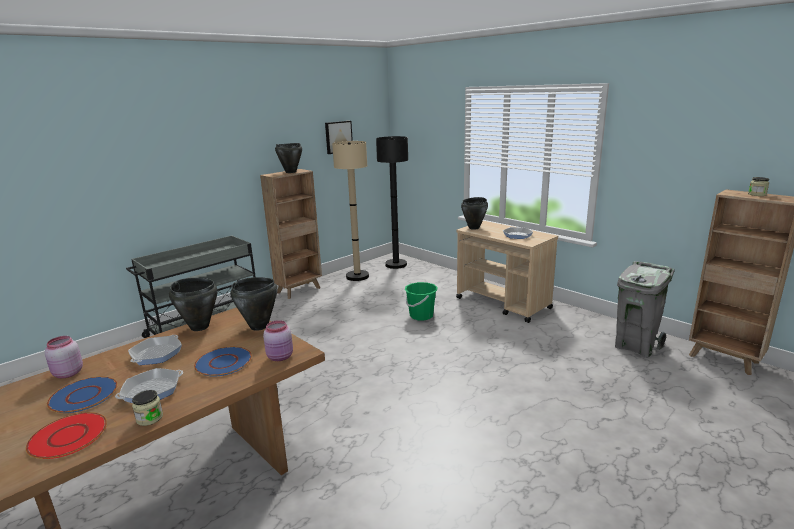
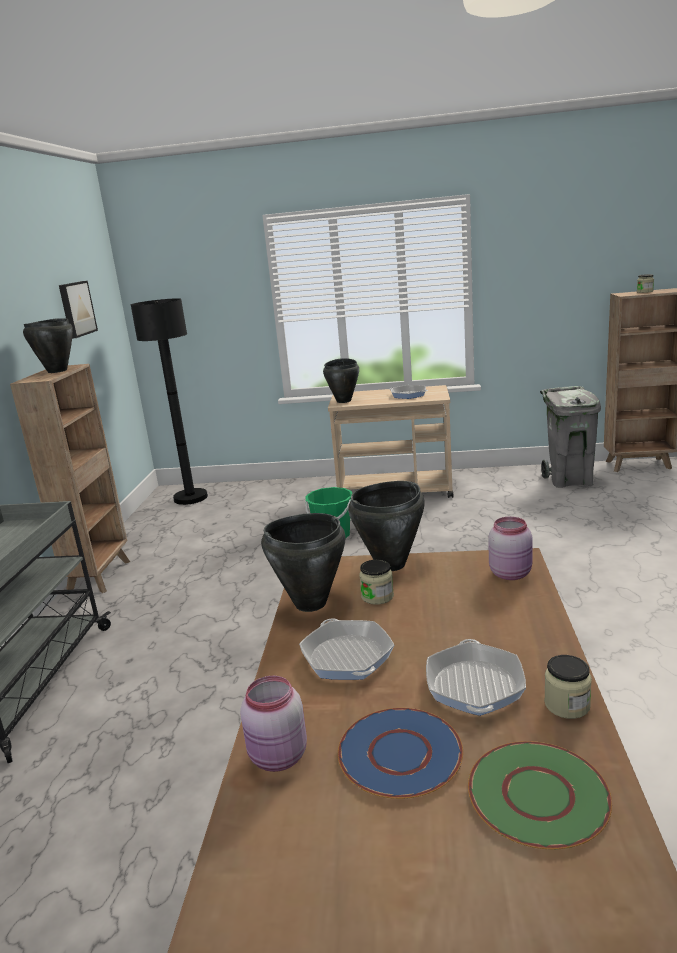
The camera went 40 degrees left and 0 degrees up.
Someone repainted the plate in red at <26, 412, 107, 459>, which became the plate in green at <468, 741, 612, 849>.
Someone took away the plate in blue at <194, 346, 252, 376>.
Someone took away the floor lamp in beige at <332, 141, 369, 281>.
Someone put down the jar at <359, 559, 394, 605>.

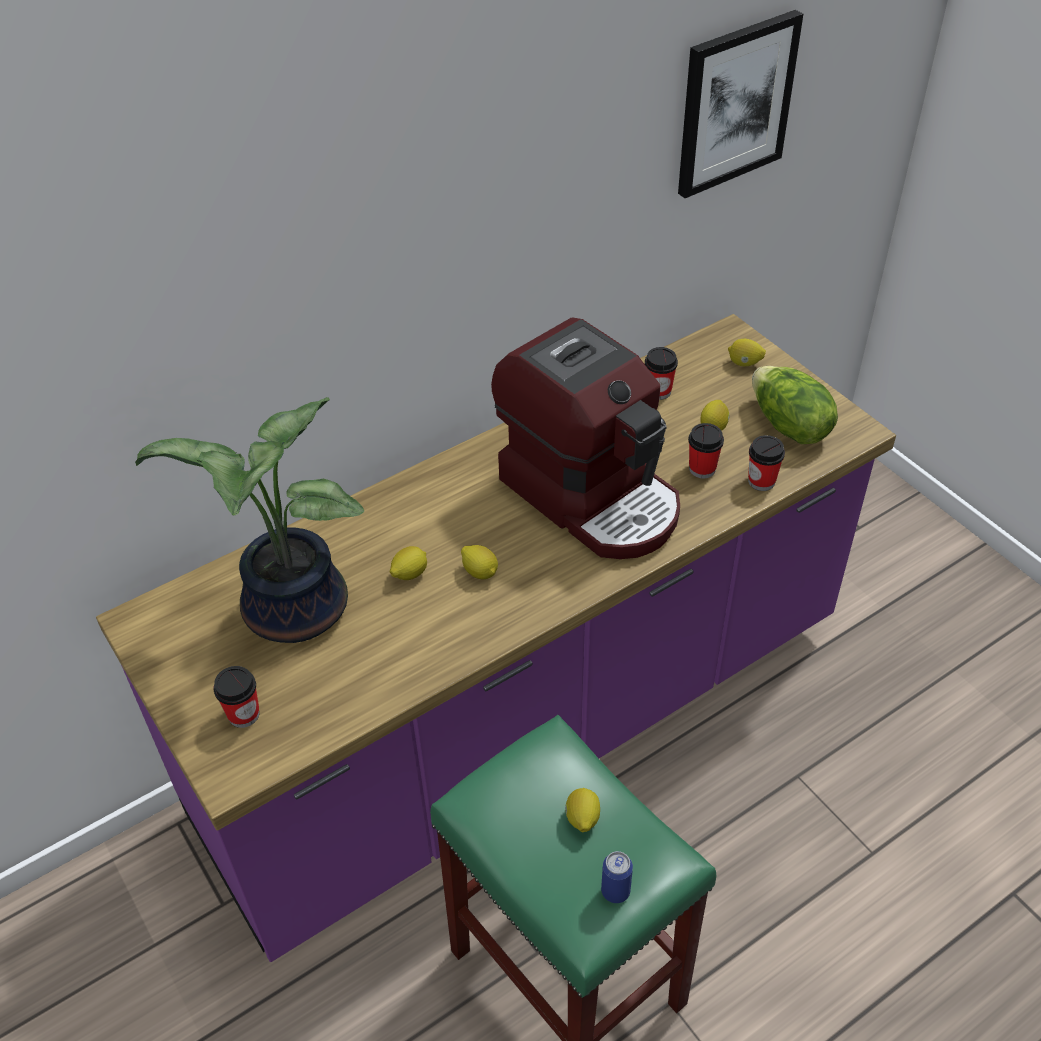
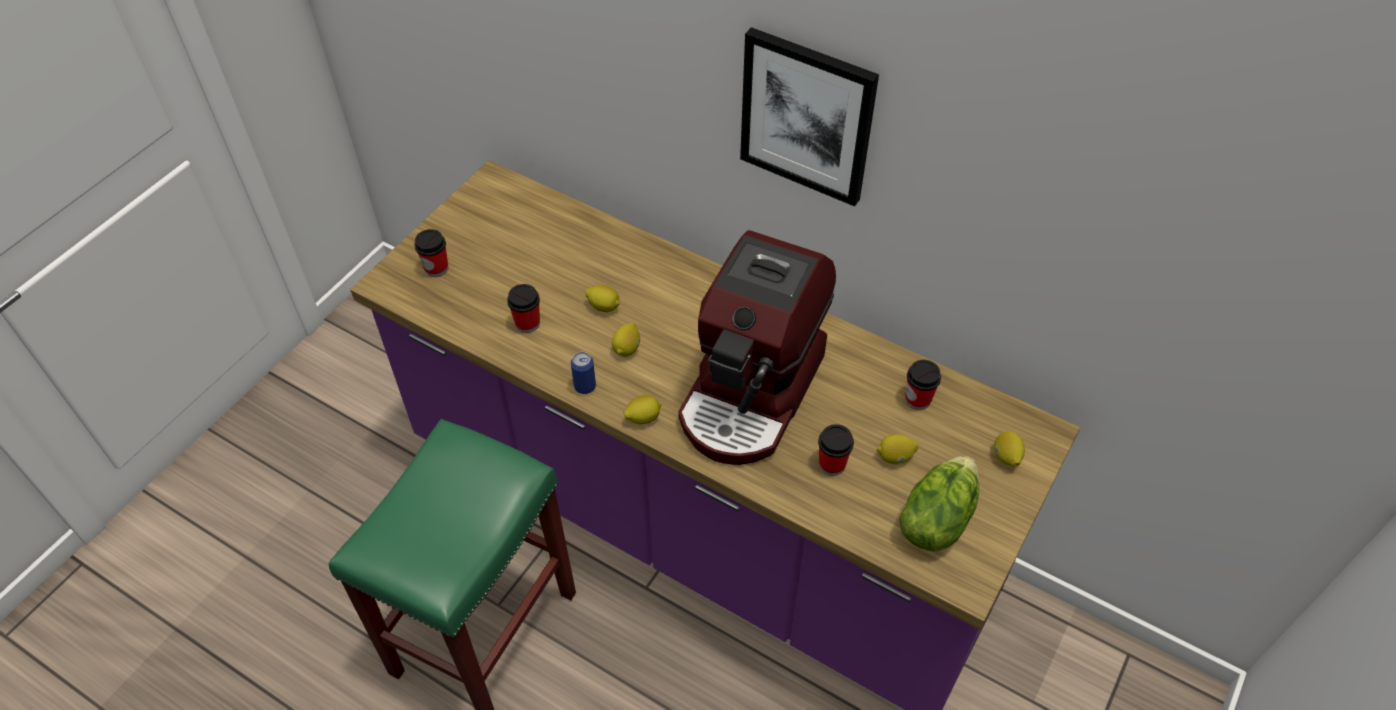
The camera went 65 degrees right and 5 degrees up.
Someone took away the potted plant at <135, 397, 364, 643>.
Someone carried the lemon from <565, 788, 600, 832> to <623, 395, 662, 424>.
Someone carried the can from <601, 851, 633, 903> to <571, 351, 596, 394>.
Someone carried the picture from <678, 10, 803, 198> to <740, 27, 879, 207>.
Someone carried the cup from <748, 435, 785, 491> to <507, 284, 540, 333>.

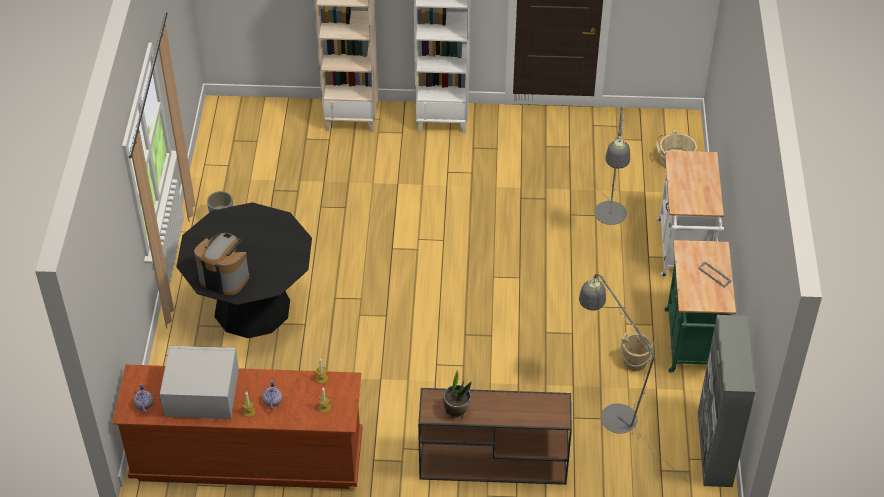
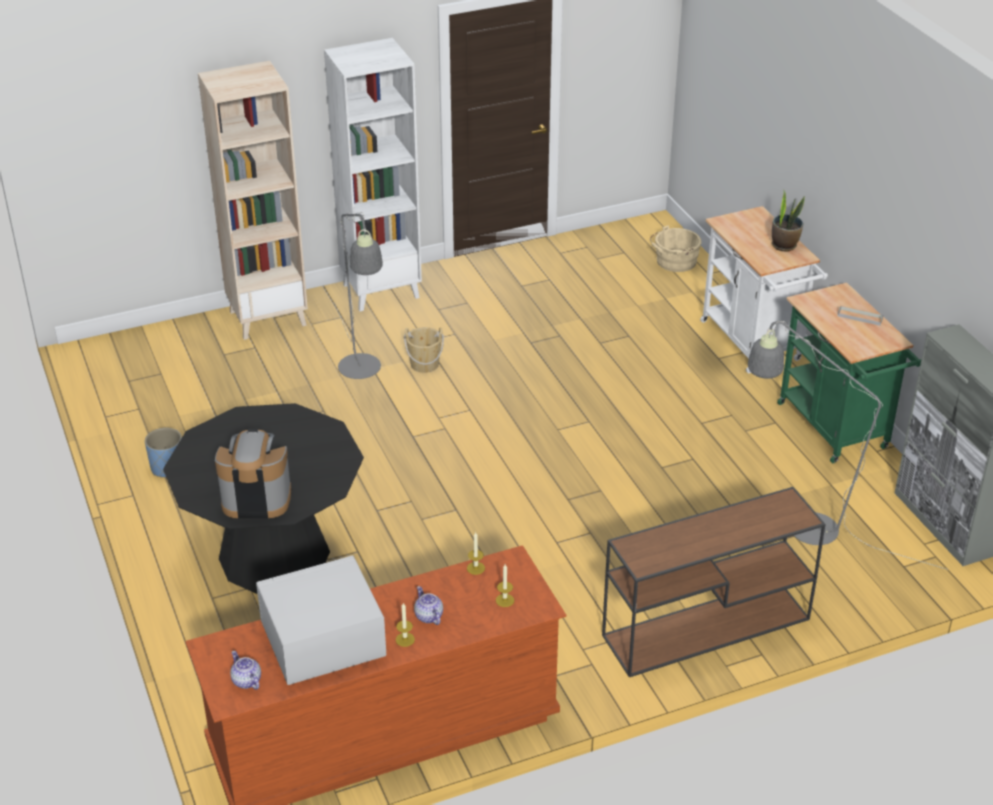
The camera went 25 degrees left and 10 degrees down.
Someone carried the potted plant from <443, 369, 471, 418> to <772, 190, 805, 251>.
Someone carried the floor lamp in grey from <594, 107, 630, 225> to <334, 212, 383, 379>.
Someone carried the bucket in beige from <621, 332, 654, 371> to <404, 327, 444, 373>.

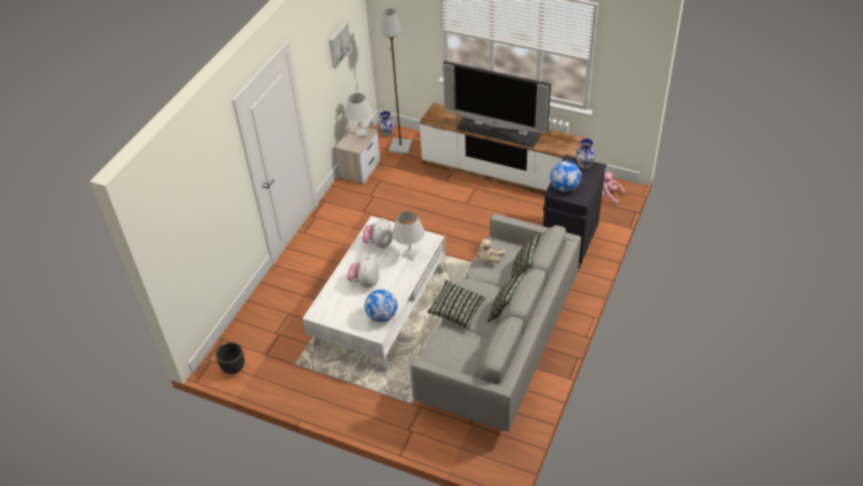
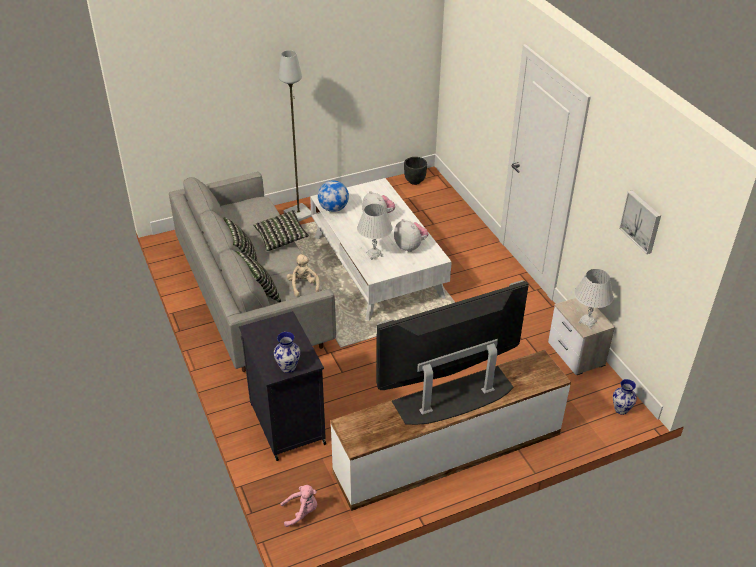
The camera went 130 degrees right and 5 degrees down.
Someone carried the floor lamp in grey from <381, 8, 412, 154> to <278, 50, 312, 222>.
Someone took away the globe at <550, 161, 581, 192>.

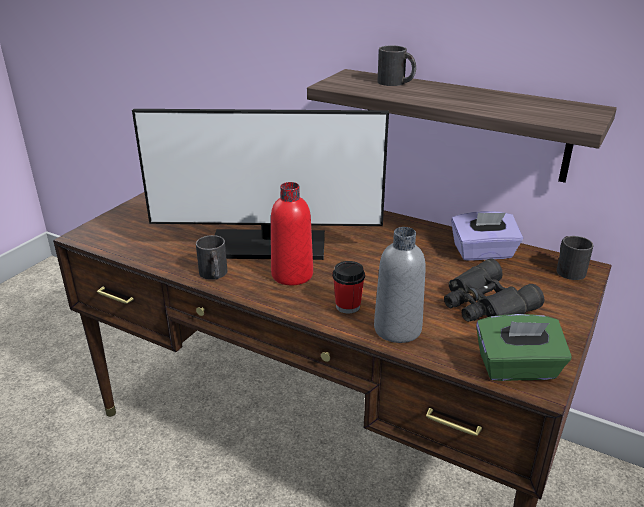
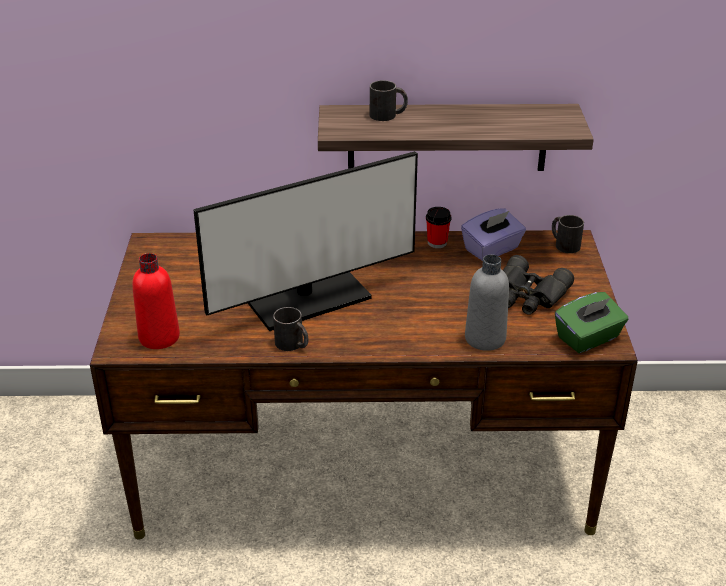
The camera went 30 degrees left and 5 degrees up.
Someone carried the bottle in red from <271, 182, 313, 285> to <132, 253, 180, 349>.
Someone carried the cup from <333, 261, 365, 314> to <426, 207, 452, 248>.

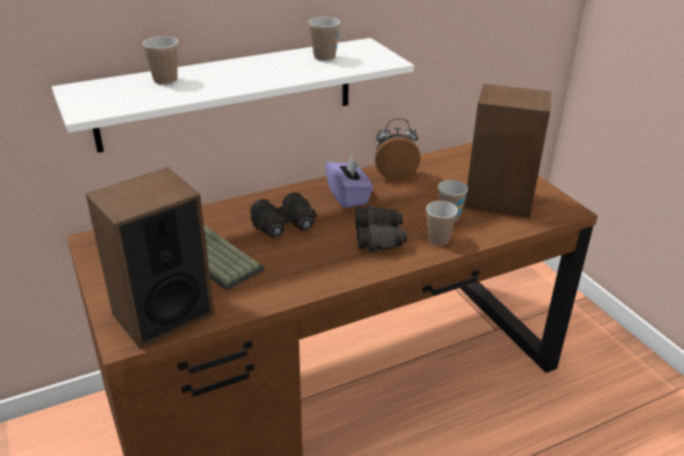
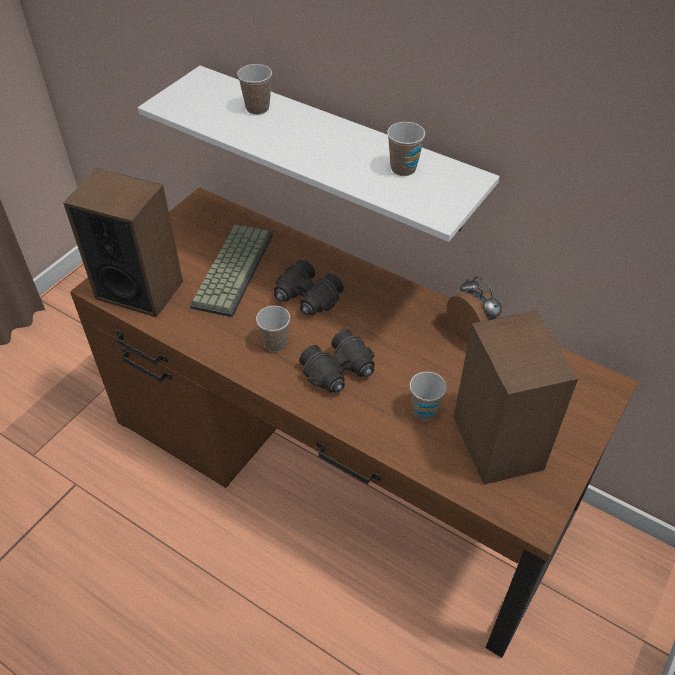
The camera went 60 degrees right and 15 degrees up.
Someone took away the tissue box in purple at <325, 154, 373, 208>.
Someone carried the cup from <426, 201, 458, 245> to <256, 306, 290, 352>.

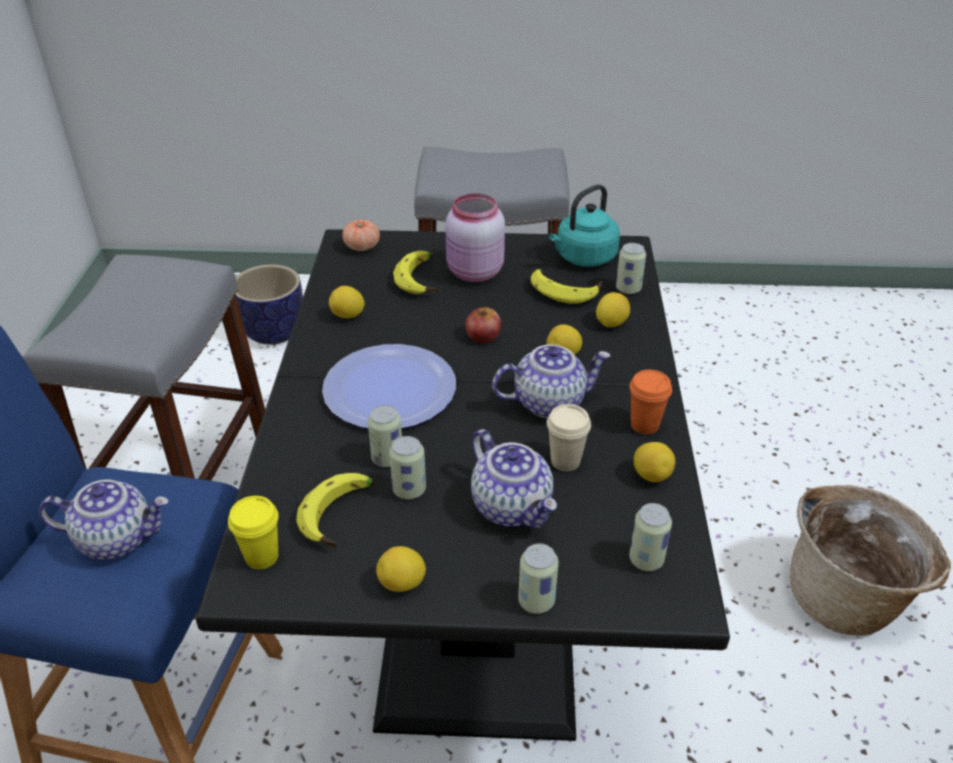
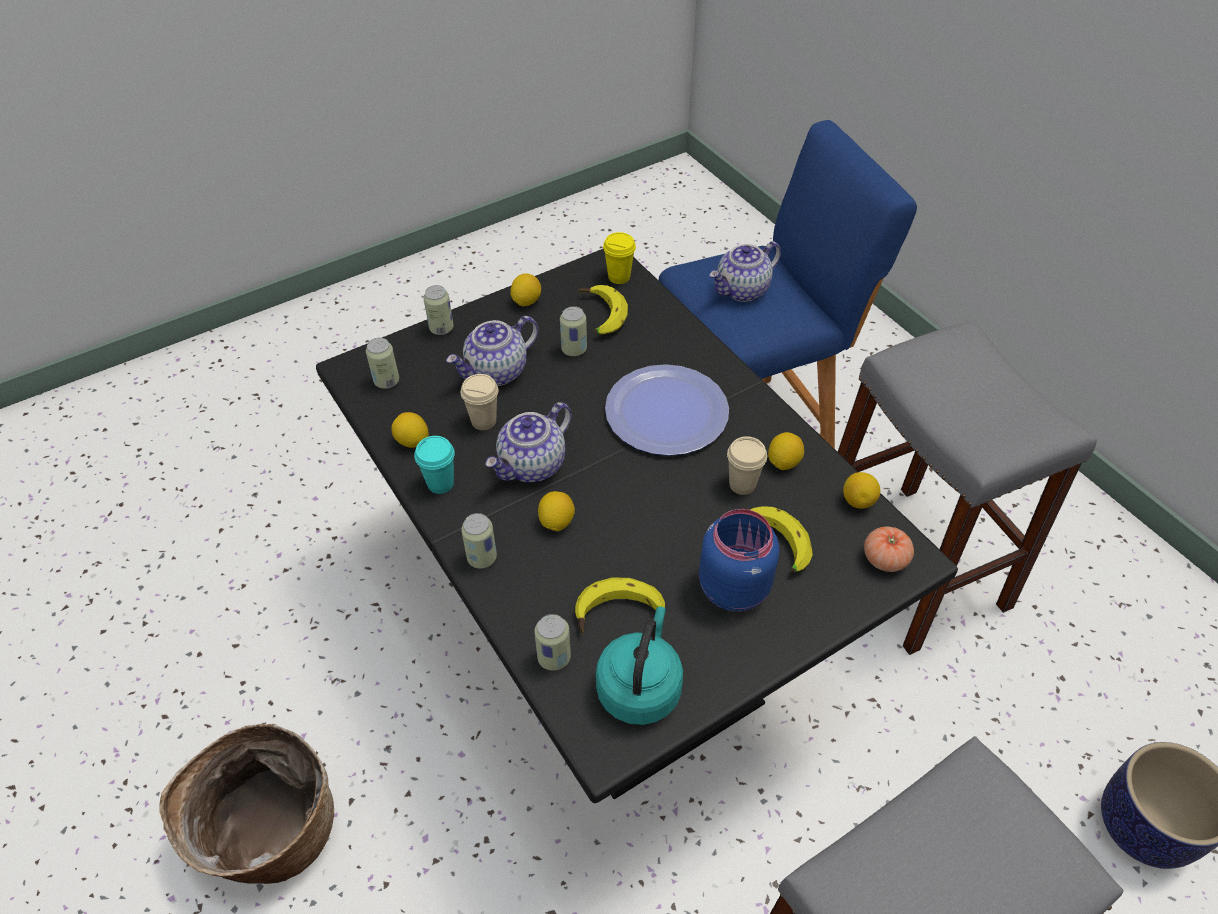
The camera went 145 degrees right and 10 degrees up.
Someone carried the can from <368, 405, 402, 467> to <461, 513, 497, 569>.
Someone repainted the jar in pink at <445, 193, 505, 282>, which became the jar in blue at <699, 509, 780, 612>.
Someone took away the apple at <465, 306, 501, 343>.
Someone rotated the teapot at <471, 429, 557, 529> by 60 degrees counterclockwise.
Someone carried the lemon from <596, 292, 630, 327> to <843, 472, 880, 509>.
Someone repainted the cup in orange at <629, 370, 672, 434>, which became the cup in turquoise at <414, 436, 455, 494>.
Someone put down the cup in beige at <727, 436, 767, 495>.

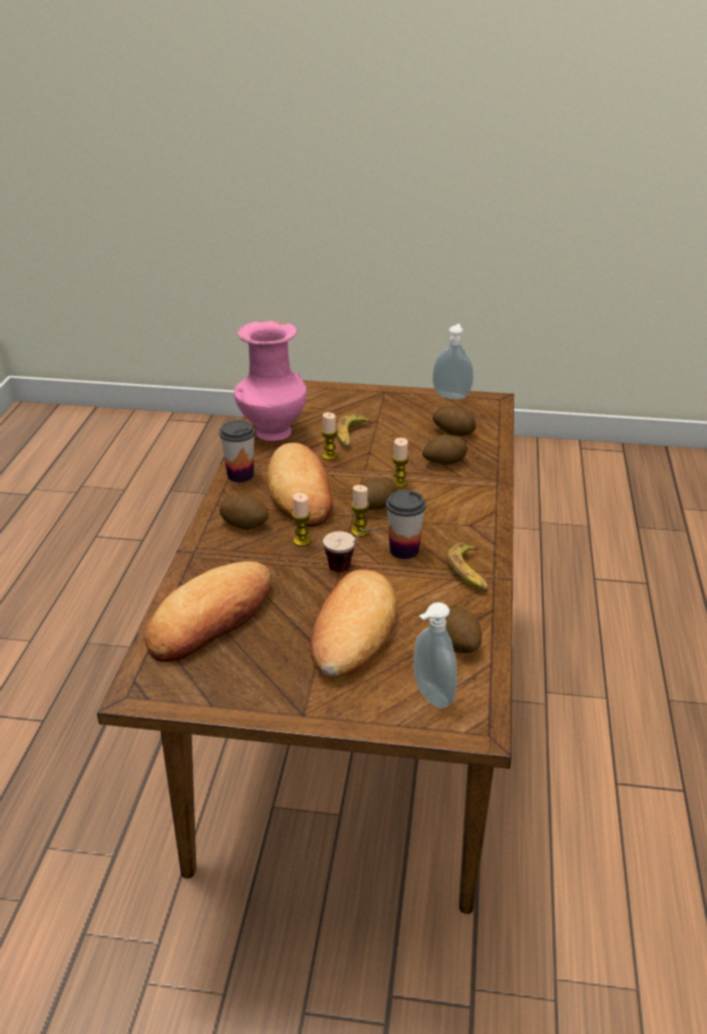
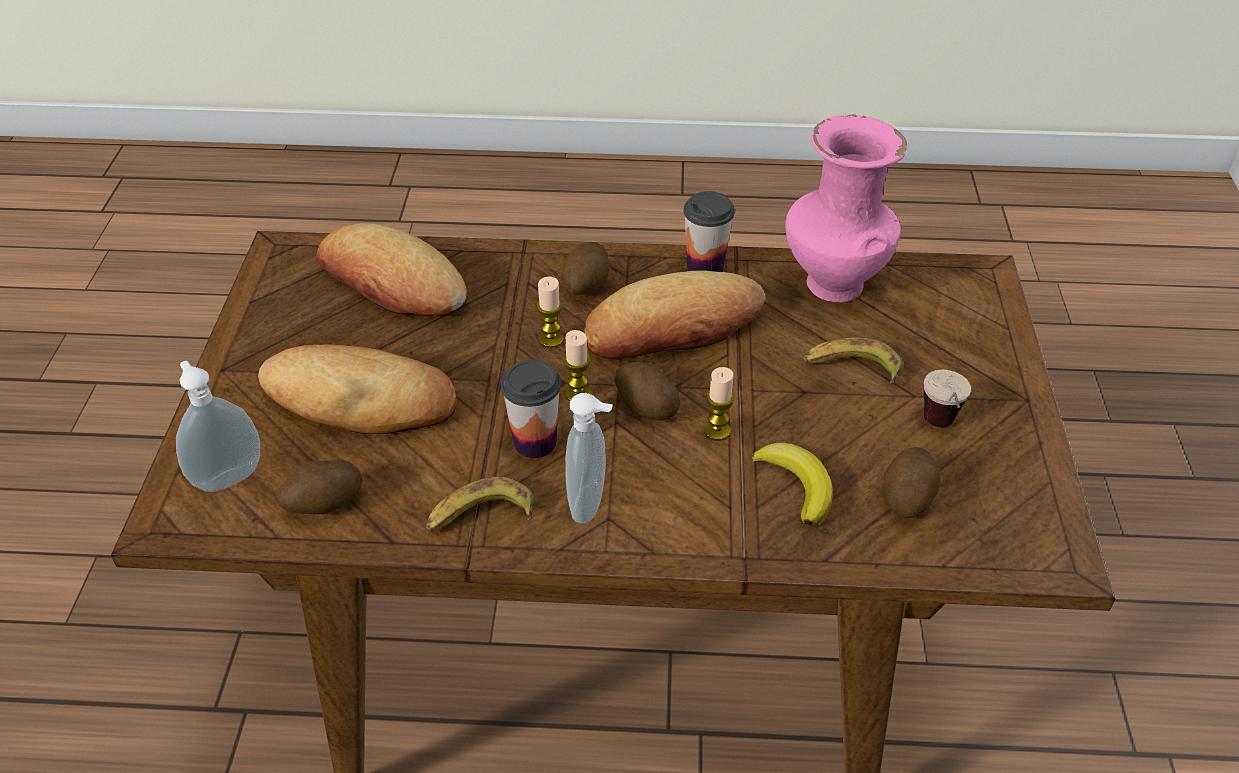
The camera went 85 degrees right and 10 degrees up.
Someone took away the candle at <321, 412, 338, 460>.
Someone carried the cup from <323, 527, 382, 572> to <924, 370, 971, 427>.
Someone swapped the potato at <422, 435, 467, 465> for the banana at <751, 442, 833, 525>.
Someone carried the soap dispenser from <433, 324, 473, 399> to <565, 393, 613, 523>.

